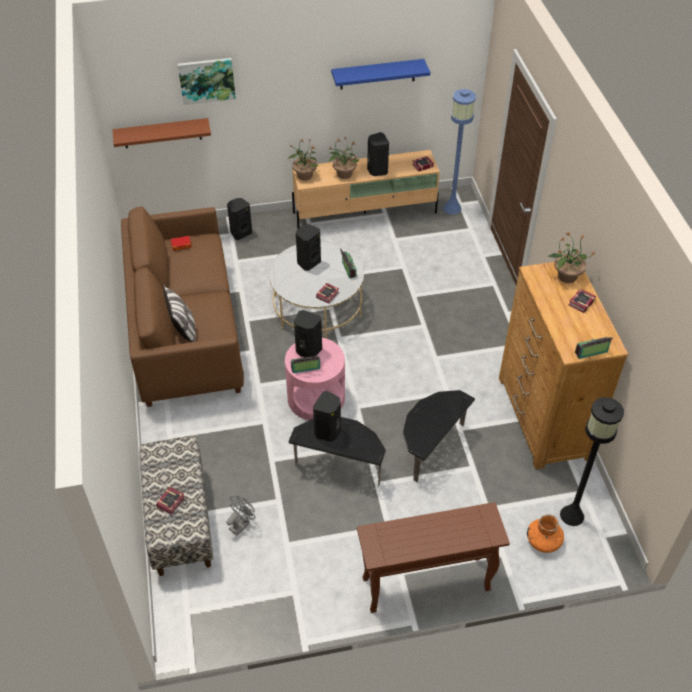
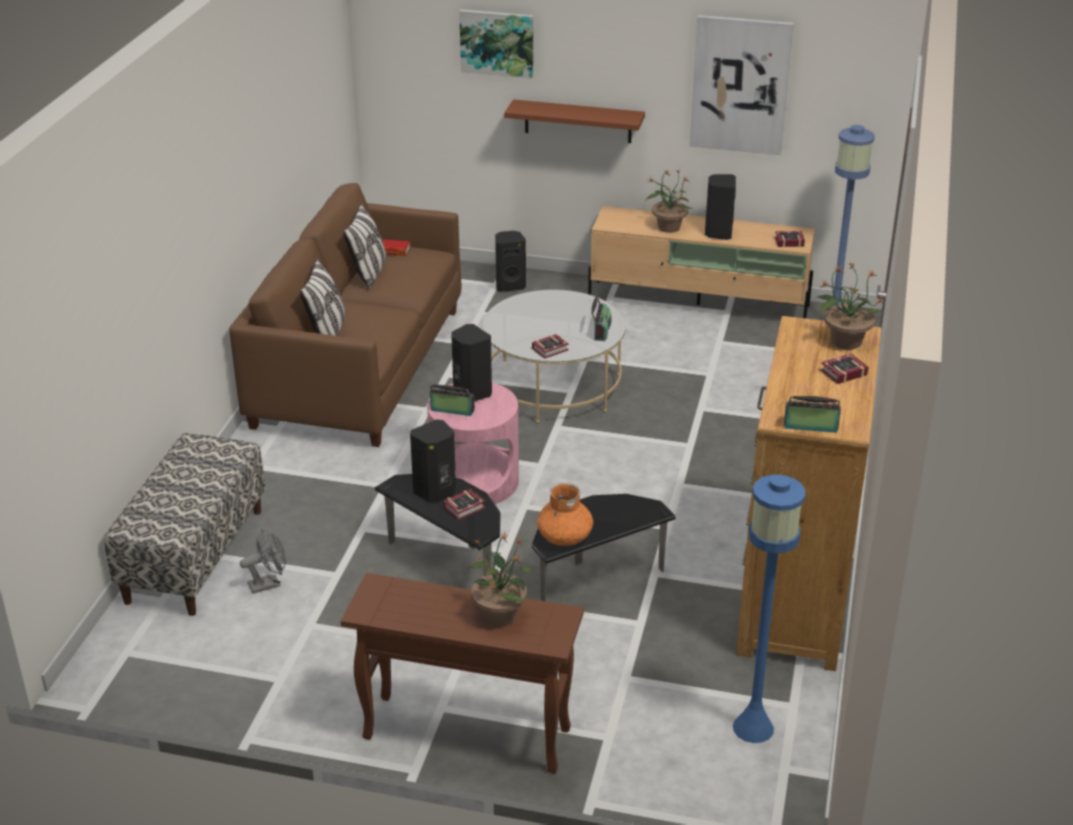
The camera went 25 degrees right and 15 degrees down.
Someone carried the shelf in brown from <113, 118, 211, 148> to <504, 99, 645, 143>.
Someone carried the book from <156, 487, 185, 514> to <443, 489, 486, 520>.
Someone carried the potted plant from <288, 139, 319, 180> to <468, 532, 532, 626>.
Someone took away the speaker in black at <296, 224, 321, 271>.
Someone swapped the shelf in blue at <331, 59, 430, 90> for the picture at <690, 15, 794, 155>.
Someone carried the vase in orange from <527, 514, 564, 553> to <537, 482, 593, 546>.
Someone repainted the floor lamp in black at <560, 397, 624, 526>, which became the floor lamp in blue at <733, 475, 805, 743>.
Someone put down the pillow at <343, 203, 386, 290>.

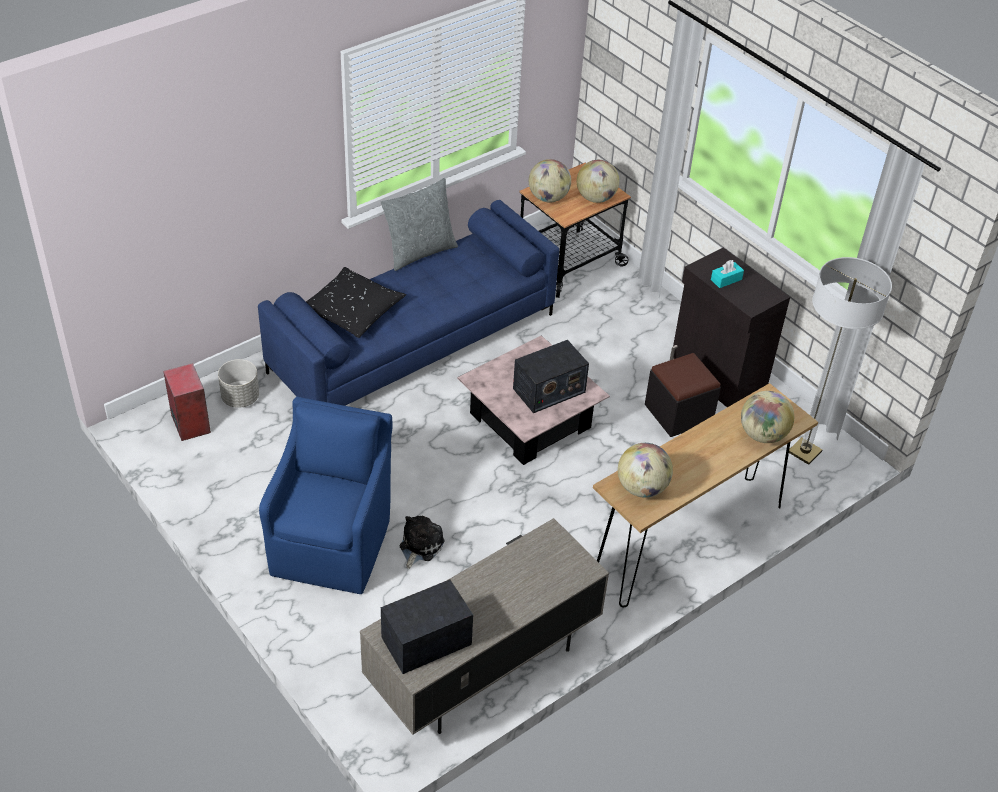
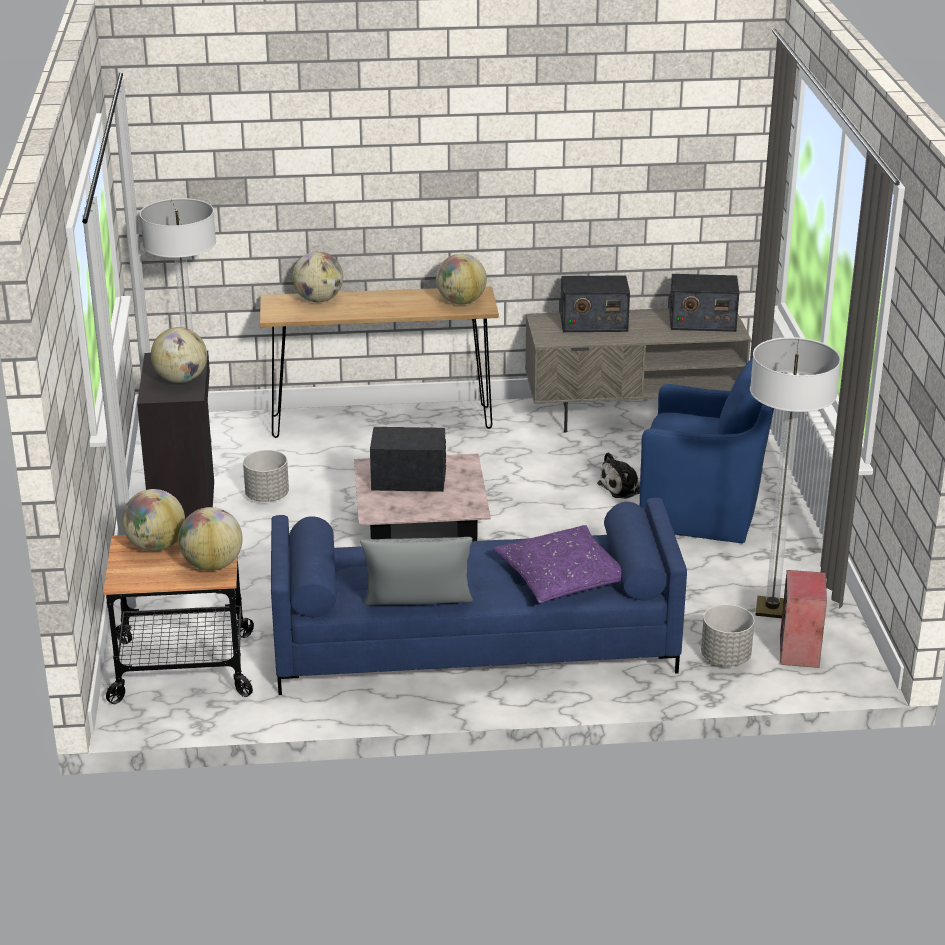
The camera went 145 degrees left and 15 degrees down.
Someone rotated the armchair in blue at <259, 397, 393, 594> by 120 degrees counterclockwise.
Someone repainted the pillow in black at <306, 267, 406, 338>, which became the pillow in purple at <493, 525, 621, 603>.
Someone swapped the ottoman in black at <645, 353, 721, 437> for the planter in grey at <243, 450, 289, 502>.
Someone swapped the tissue box in turquoise at <711, 260, 744, 288> for the globe at <151, 327, 207, 383>.
Someone put down the radio at <560, 275, 630, 332>.
Someone put down the floor lamp at <750, 337, 841, 618>.

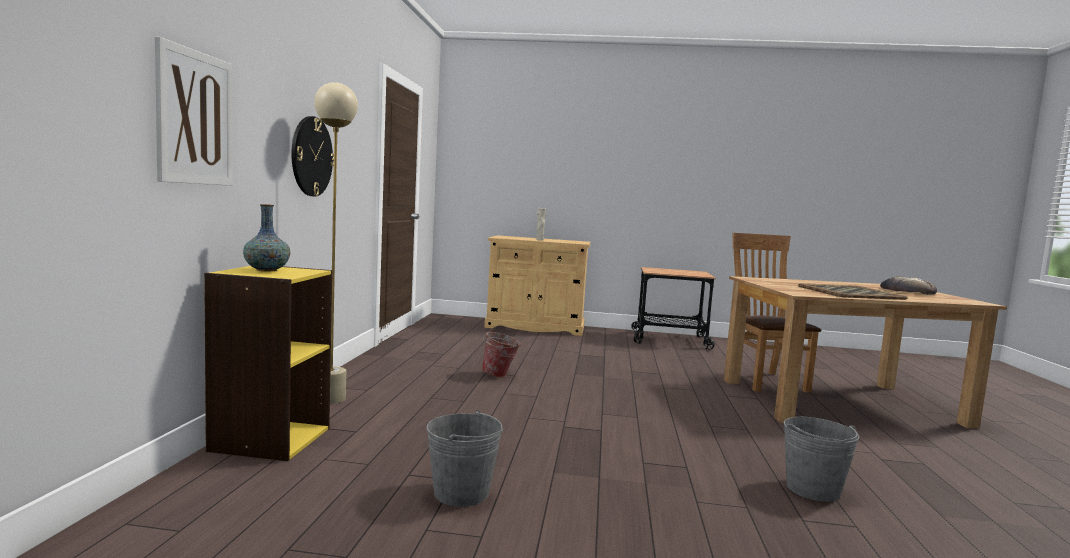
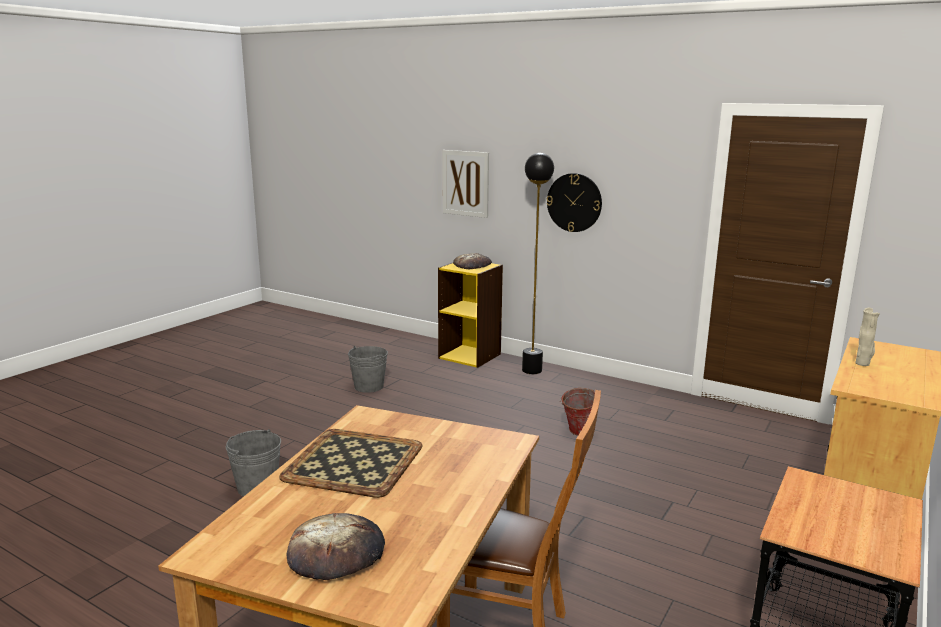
The camera went 115 degrees right and 10 degrees up.
Someone swapped the vase at <243, 204, 290, 272> for the bread at <453, 253, 492, 269>.
Someone repainted the floor lamp in beige at <314, 82, 358, 404>, which became the floor lamp in black at <522, 153, 554, 374>.

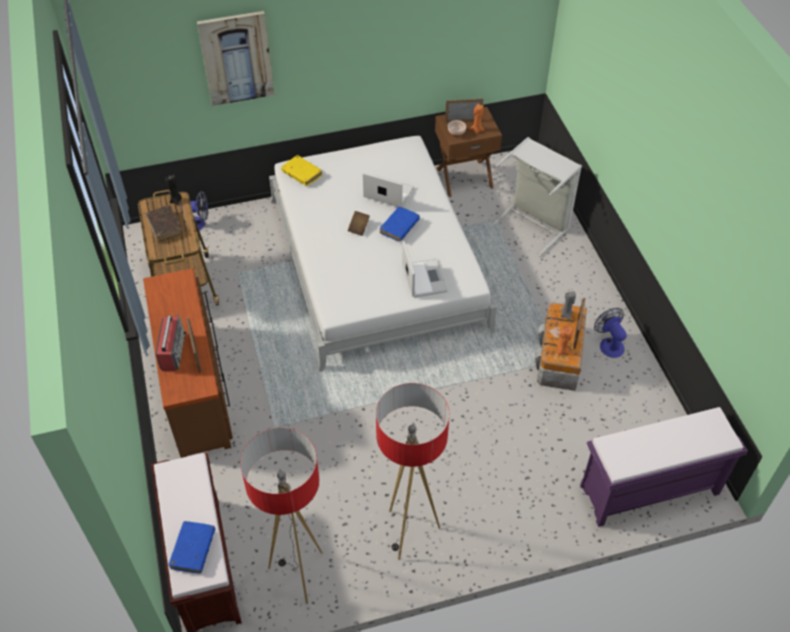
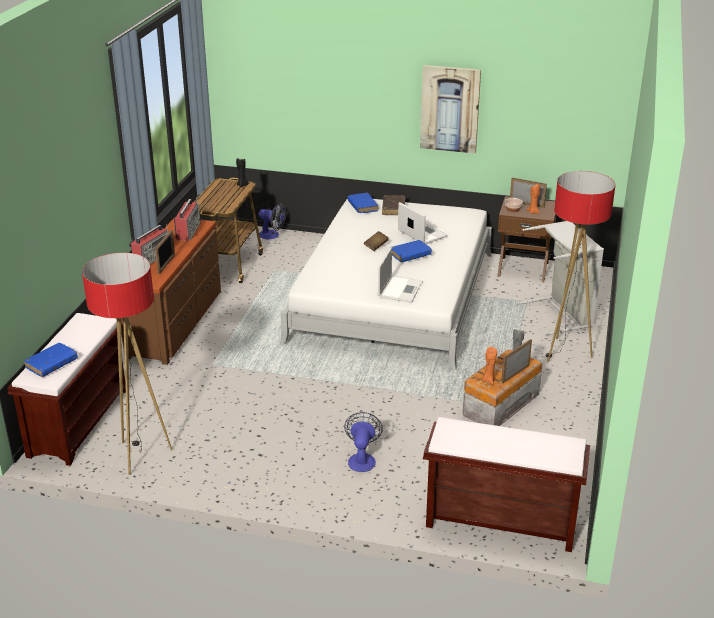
The camera went 30 degrees right and 20 degrees down.
Someone carried the book in brown from <146, 205, 182, 242> to <382, 195, 405, 215>.
Someone carried the picture from <197, 11, 274, 106> to <420, 65, 481, 154>.
Someone repainted the book in yellow at <281, 155, 322, 186>, which became the book in blue at <348, 193, 378, 213>.
Someone carried the floor lamp from <376, 383, 450, 560> to <546, 171, 615, 362>.
Someone repainted the bench in purple at <580, 407, 748, 527>, which became the bench in brown at <423, 417, 590, 552>.
Someone carried the fan from <594, 308, 627, 358> to <344, 412, 383, 472>.
Someone put down the radio at <174, 198, 202, 241>.

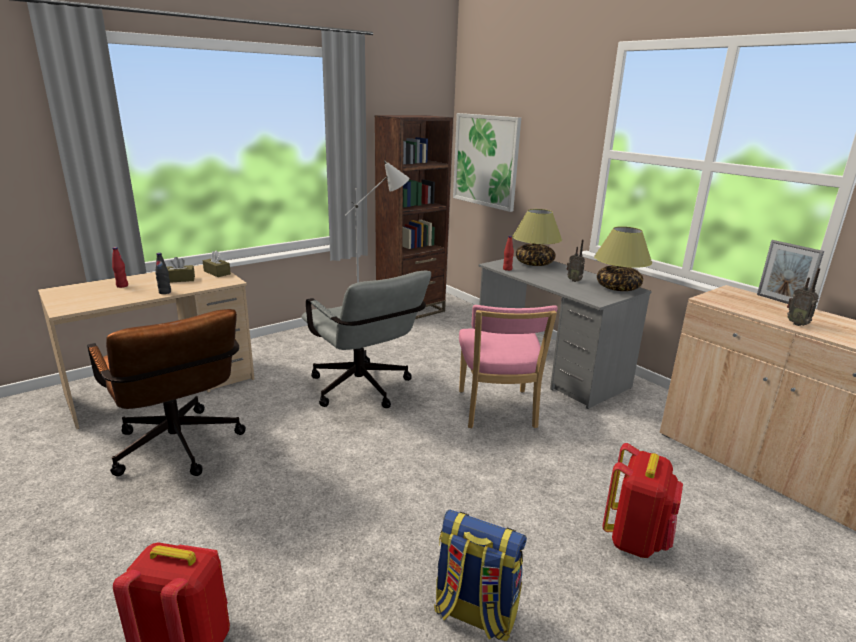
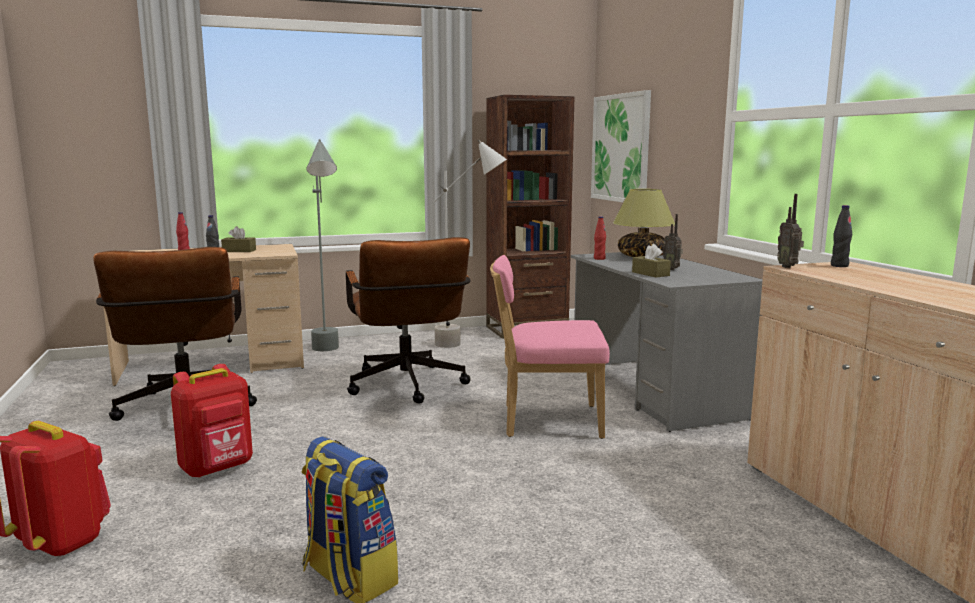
The camera went 20 degrees right and 10 degrees down.
Someone carried the tissue box in brown from <203, 250, 231, 277> to <632, 244, 671, 277>.
Someone repainted the office chair in grey at <301, 271, 431, 408>, which became the office chair in brown at <346, 237, 471, 403>.
Someone rotated the chair in pink at <459, 305, 558, 428> by 75 degrees clockwise.
Someone took away the table lamp at <594, 226, 652, 291>.
Someone carried the backpack in red from <603, 443, 683, 558> to <171, 364, 253, 478>.
Someone took away the picture frame at <757, 240, 824, 304>.
Someone carried the radio from <787, 268, 820, 326> to <777, 194, 804, 268>.
Someone put down the floor lamp in grey at <306, 139, 339, 351>.
Someone put down the bottle in black at <831, 205, 852, 267>.

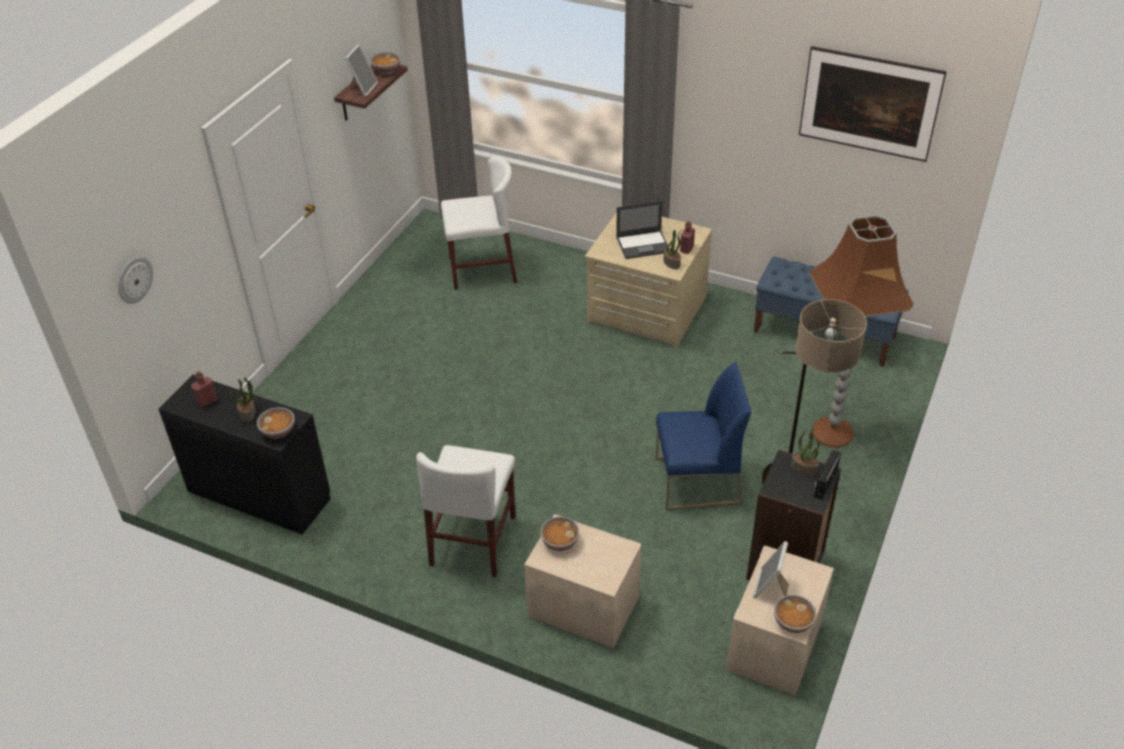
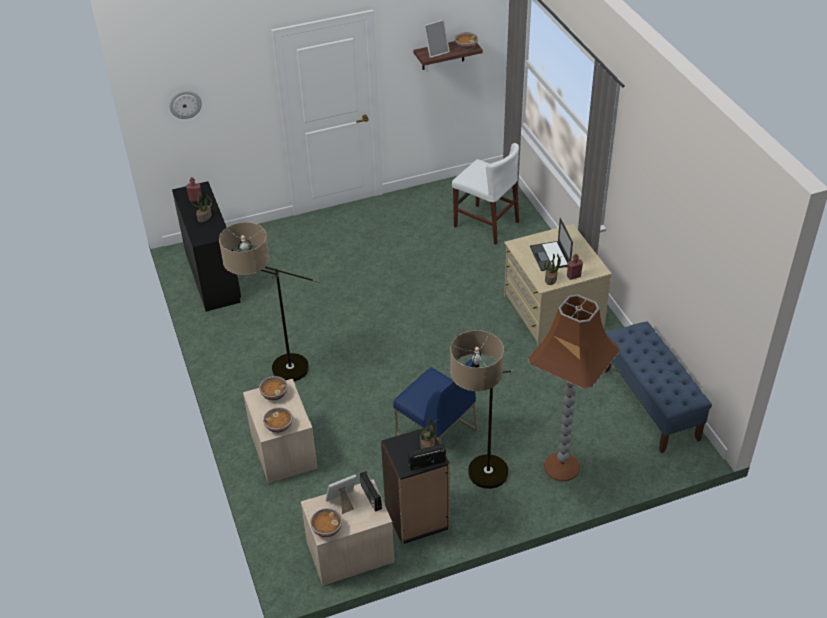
The camera went 45 degrees right and 0 degrees up.
Someone carried the bowl from <257, 407, 295, 439> to <263, 407, 292, 433>.
Someone swapped the chair in white at <416, 445, 516, 577> for the floor lamp at <219, 222, 320, 381>.
Someone rotated the laptop at <616, 201, 668, 259> by 45 degrees clockwise.
Someone took away the picture at <799, 46, 947, 162>.
Someone put down the radio at <360, 471, 382, 512>.

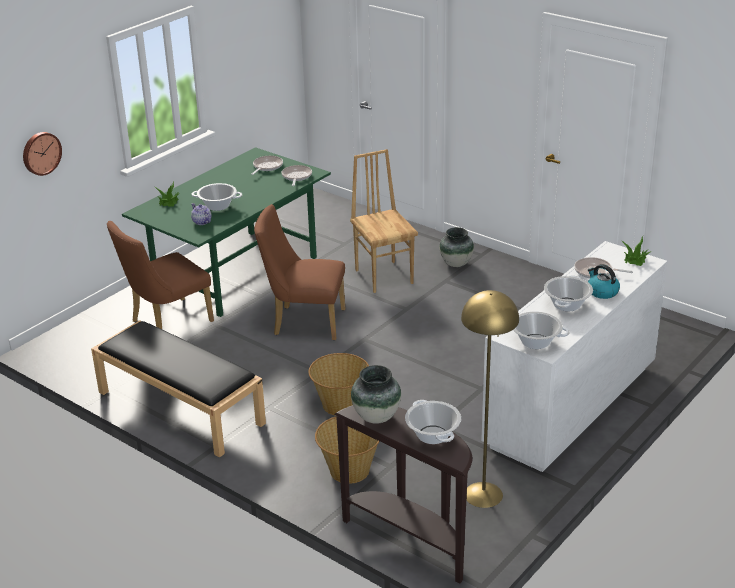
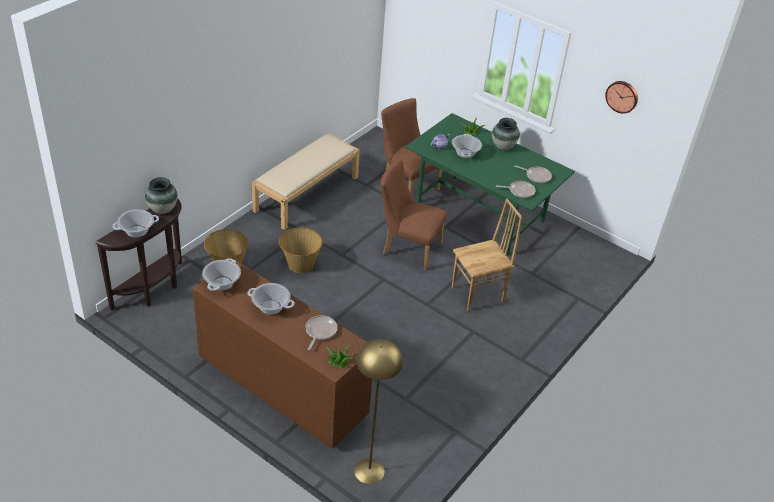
The camera went 85 degrees right and 10 degrees up.
Someone carried the wall clock from <23, 132, 62, 176> to <605, 81, 638, 114>.
Someone repainted the bench in black at <91, 320, 266, 457>, which became the bench in beige at <252, 133, 360, 230>.
Someone rotated the chair in brown at <254, 204, 345, 340> by 75 degrees counterclockwise.
Someone carried the vase from <439, 227, 474, 267> to <492, 118, 520, 150>.
Someone carried the floor lamp in yellow from <461, 290, 519, 508> to <354, 339, 403, 484>.
Someone repainted the dresser in white at <481, 241, 667, 472>, which became the dresser in brown at <193, 259, 372, 449>.
Someone took away the kettle at <588, 264, 620, 299>.

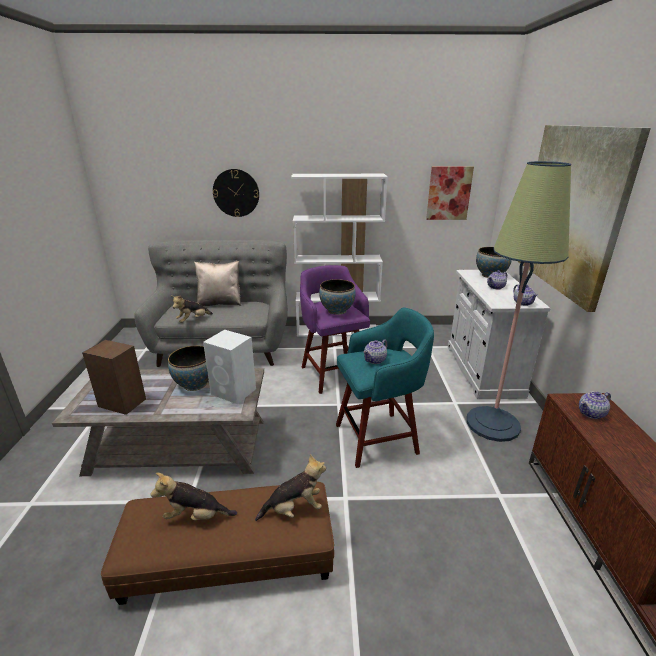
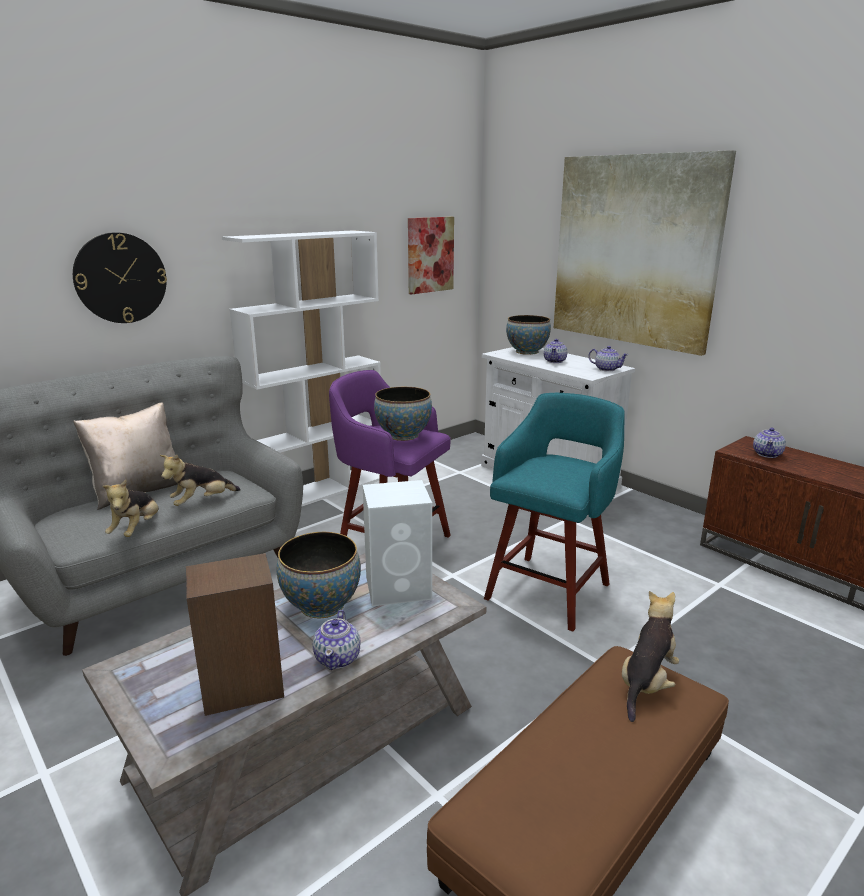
The camera went 40 degrees left and 5 degrees down.
Someone carried the plush toy from <151, 473, 237, 520> to <160, 455, 241, 506>.
Someone carried the teapot from <363, 339, 388, 364> to <313, 610, 360, 670>.
Someone took away the floor lamp at <467, 161, 572, 442>.

